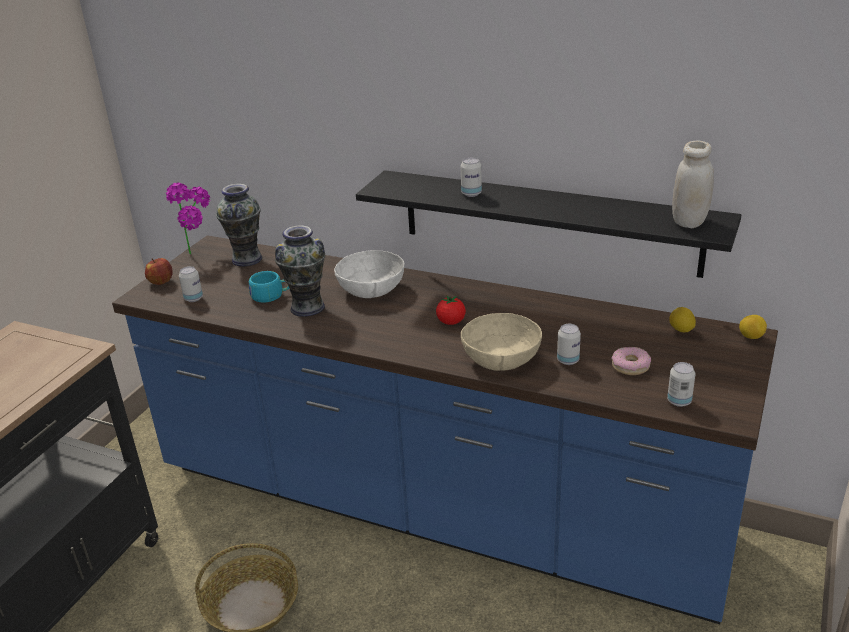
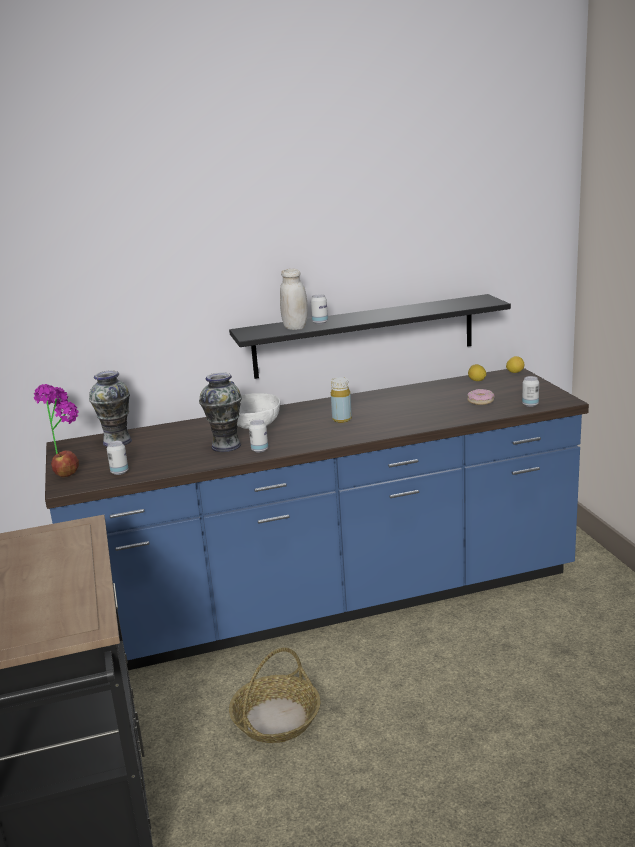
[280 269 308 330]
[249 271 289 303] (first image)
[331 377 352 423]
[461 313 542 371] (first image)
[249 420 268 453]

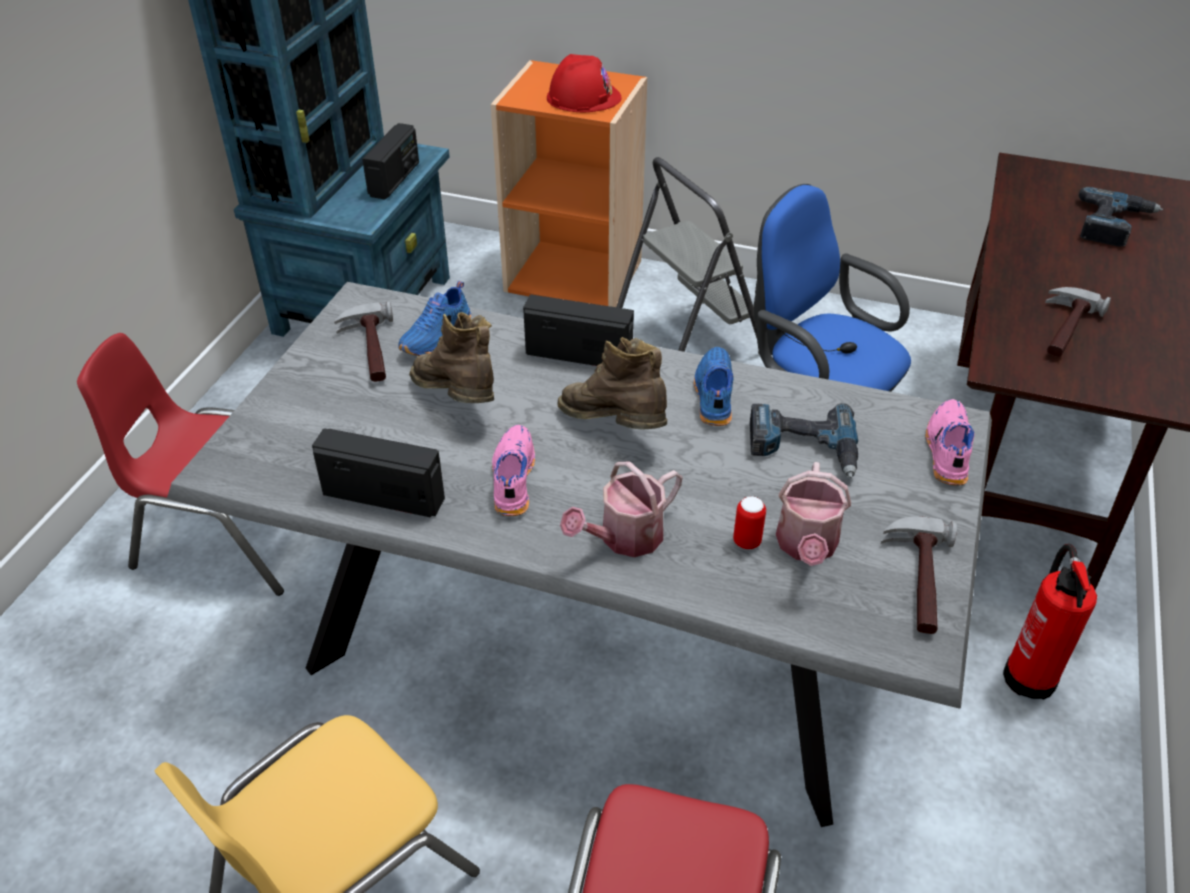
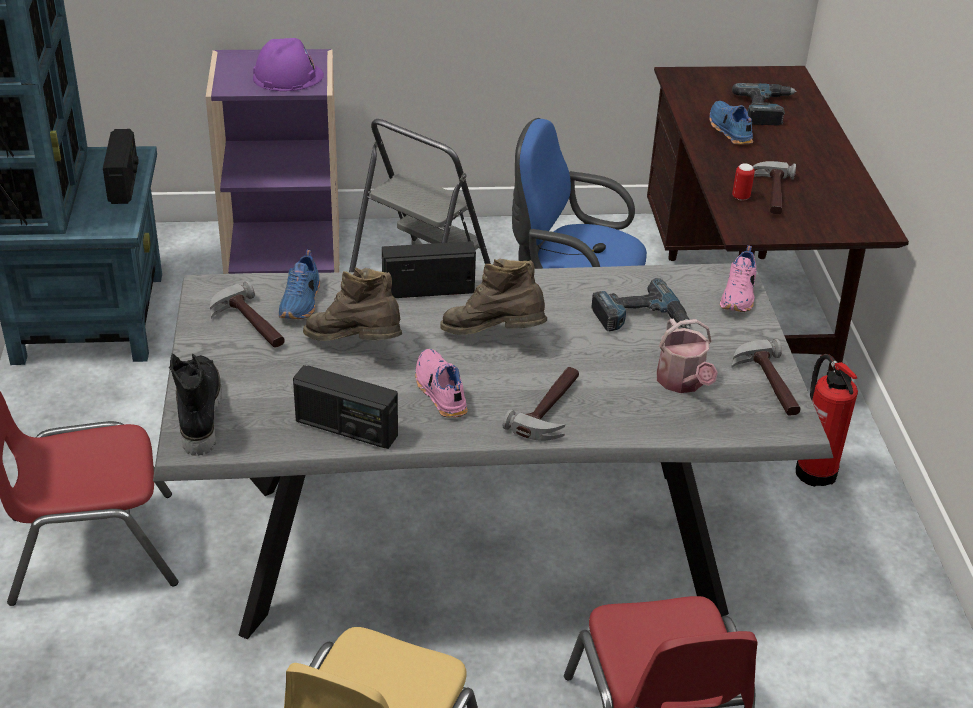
[253 38 324 91]
[206 49 340 274]
[709 101 753 145]
[720 245 756 312]
[293 365 398 449]
[503 367 579 441]
[732 163 755 200]
[169 354 222 456]

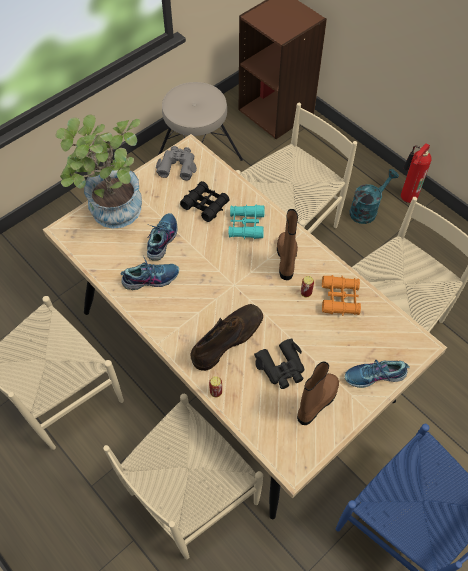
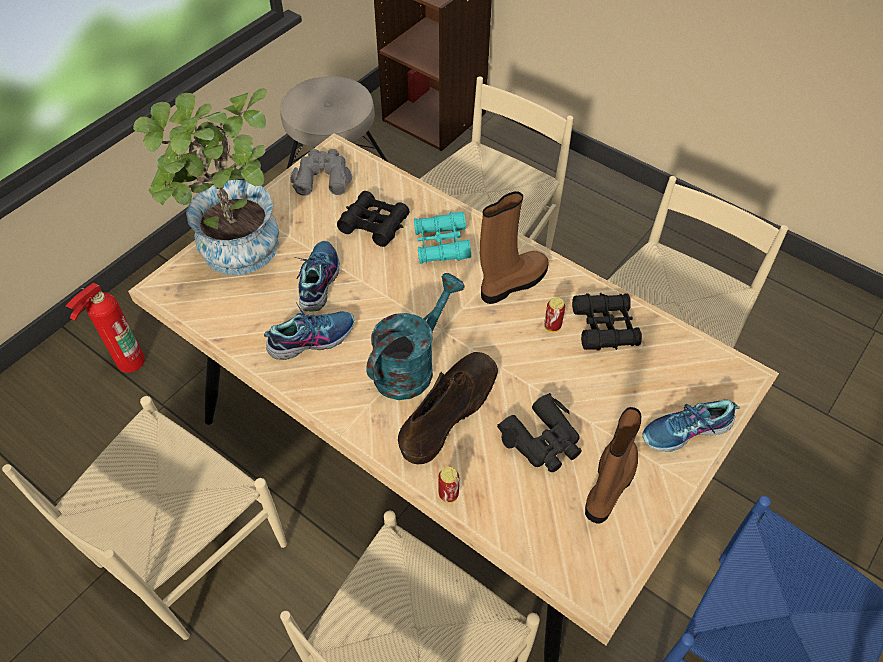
[66 283 145 373]
[366 273 465 400]
[480 191 549 304]
[572 293 642 351]

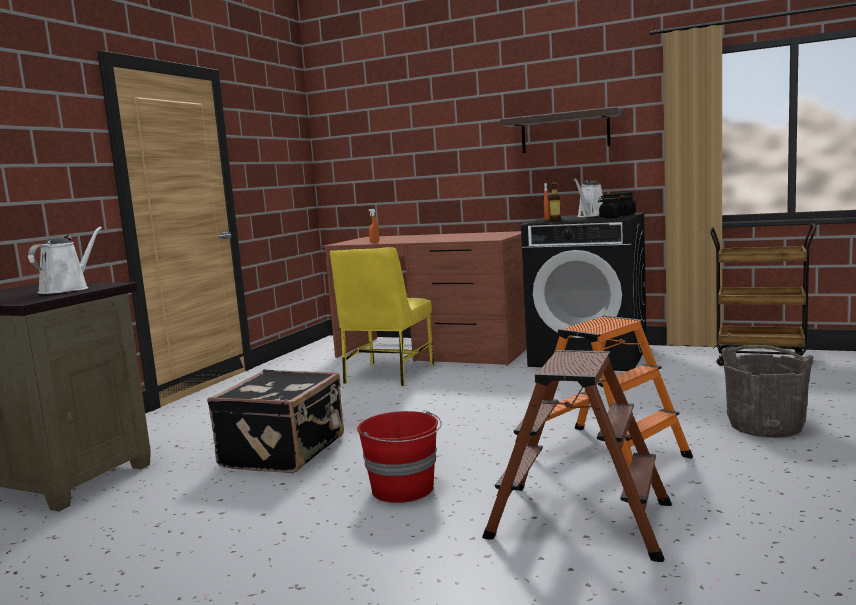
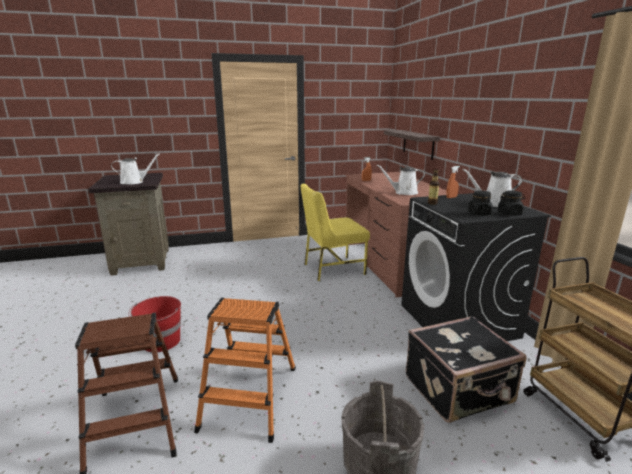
[384 130 440 160]
[406 316 526 423]
[377 165 425 195]

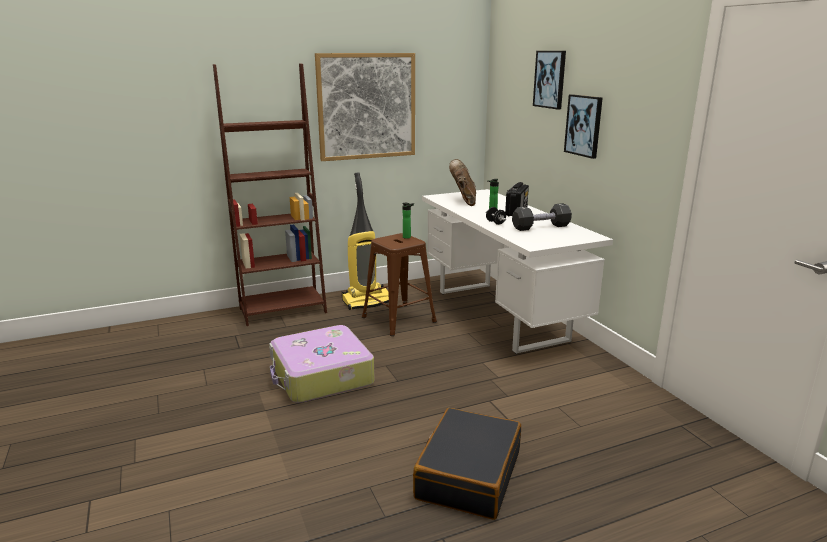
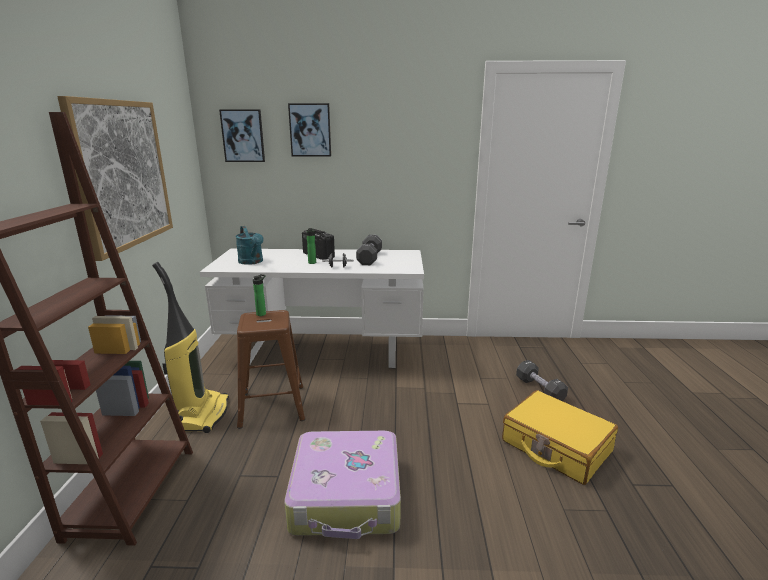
[219 110 265 162]
[235 226 264 265]
[502 390 618 485]
[516 360 568 401]

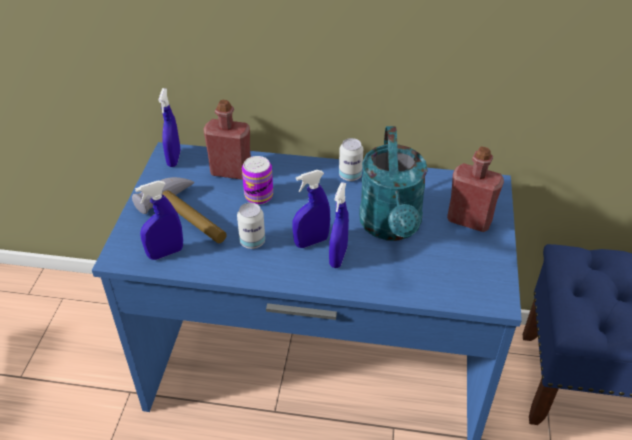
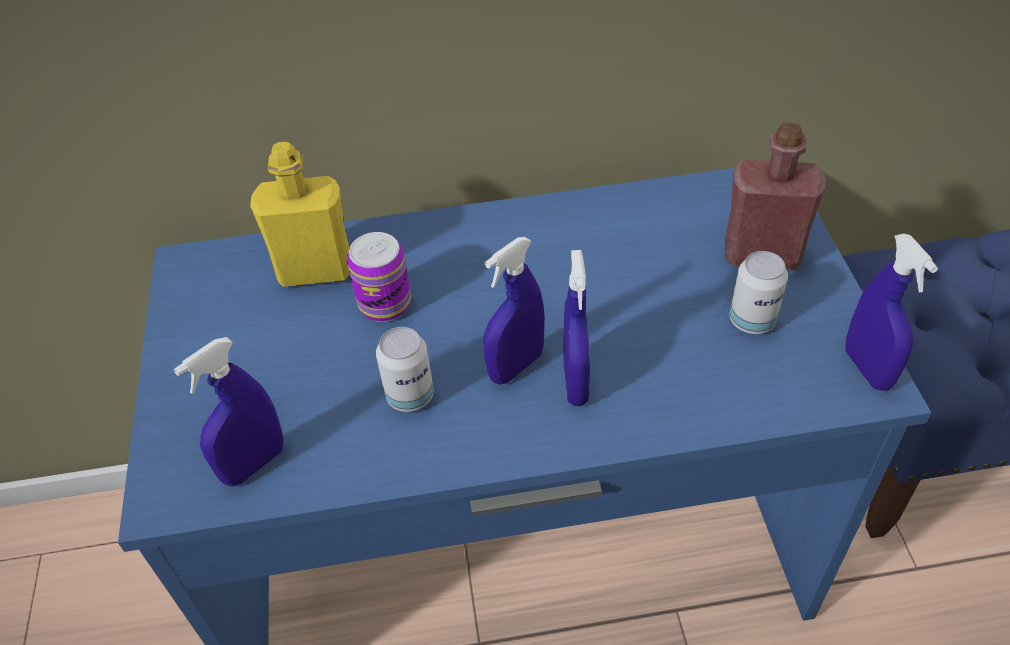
[845 233 938 391]
[250 142 350 287]
[359 126 428 241] (first image)
[729 251 788 334]
[132 177 227 243] (first image)

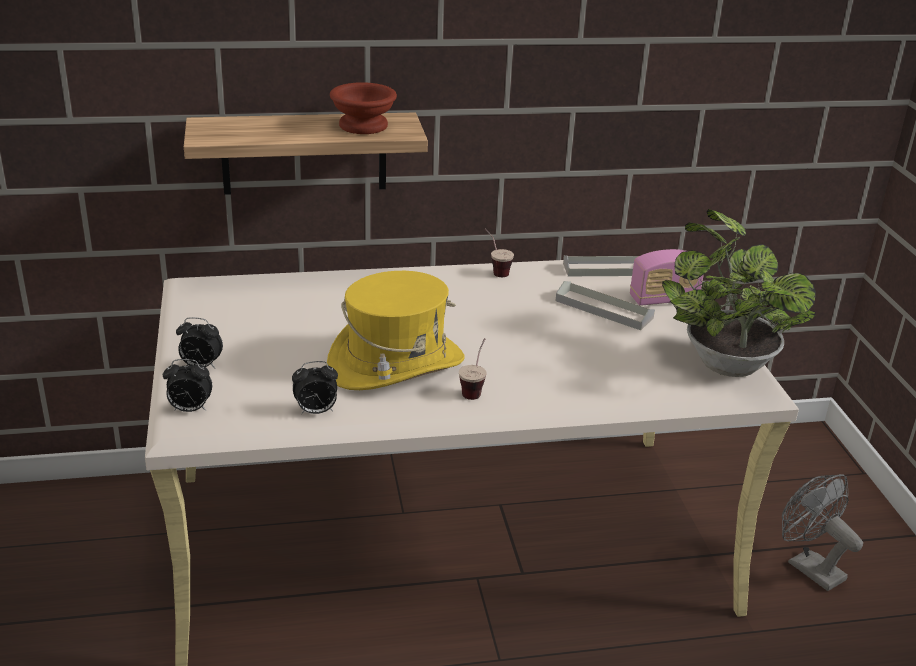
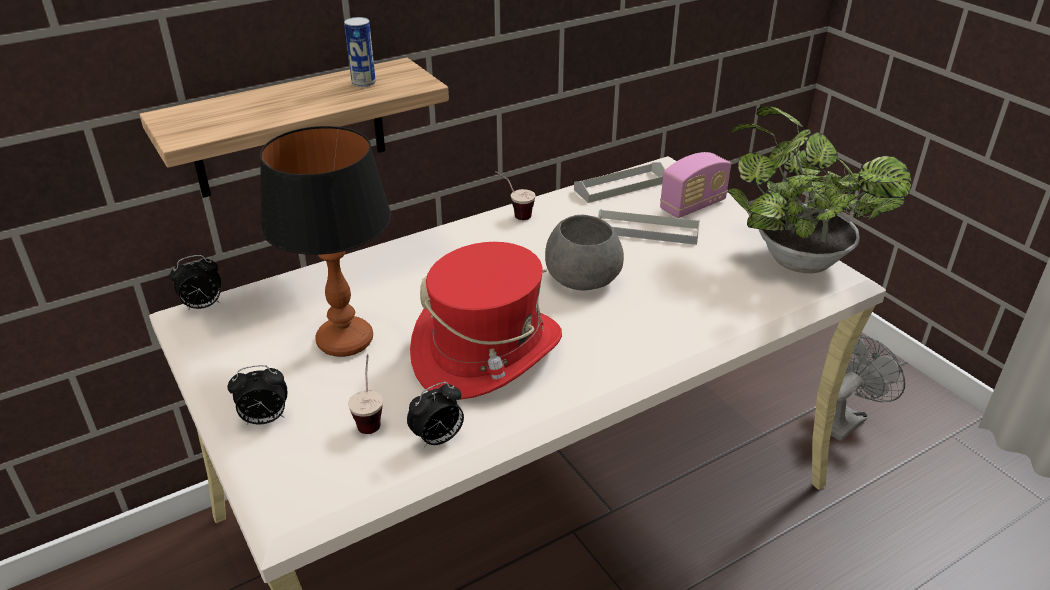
[344 17 376 87]
[410 242 562 400]
[348 354 383 434]
[170 255 221 311]
[831 334 905 441]
[260 126 391 357]
[545 215 624 291]

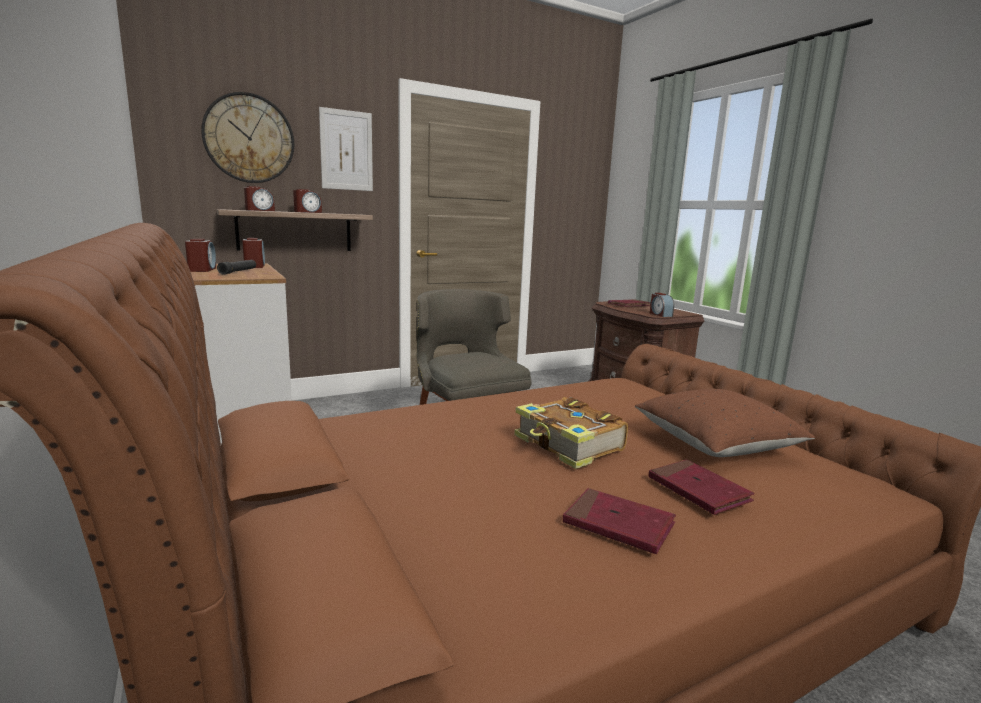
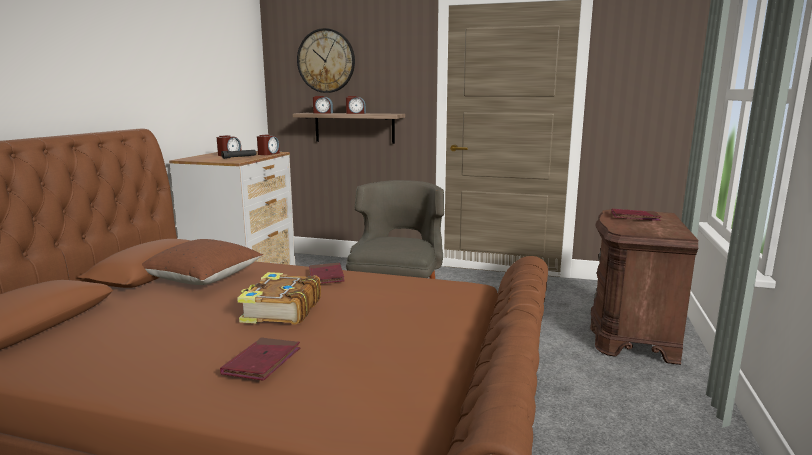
[319 107 373 191] (first image)
[650 293 674 317] (first image)
[142 239 263 285]
[309 263 345 284]

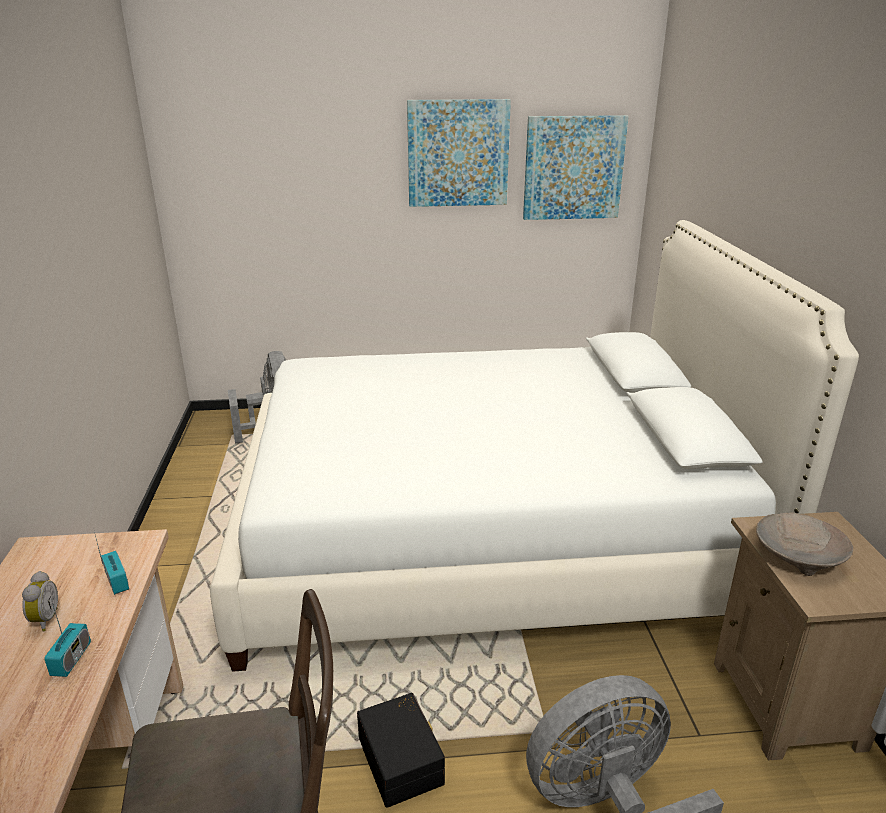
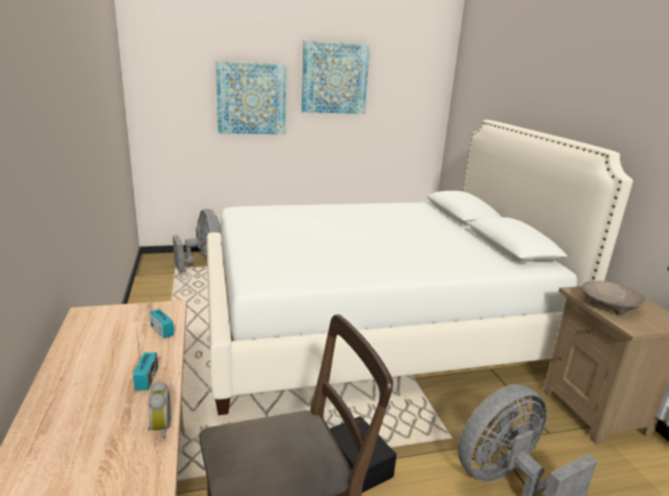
[216 61 286 134]
[147 381 170 439]

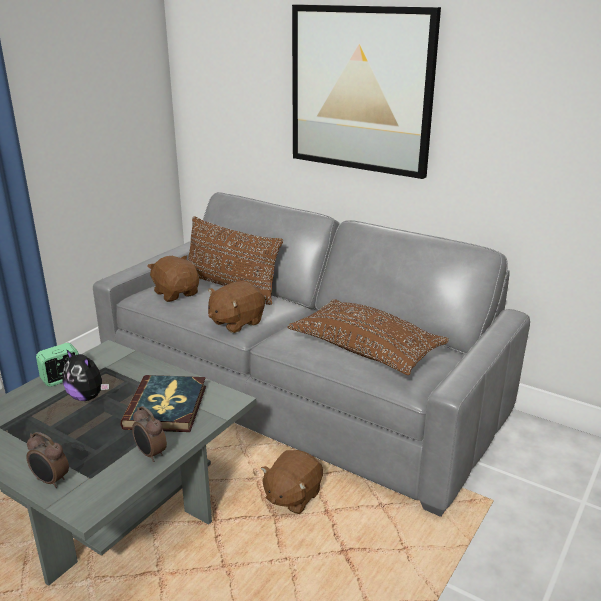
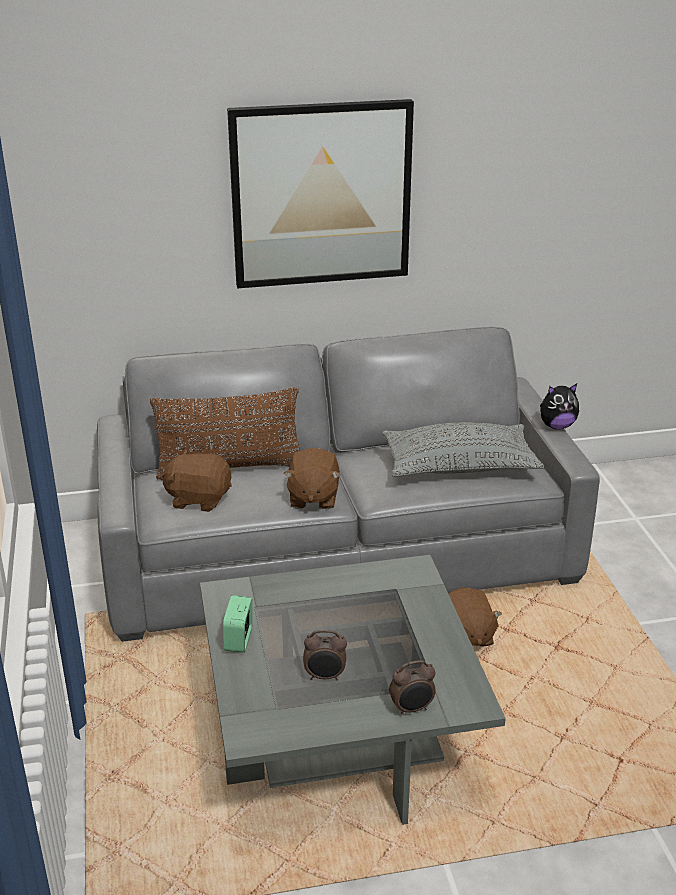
[382 422 544 477]
[540 383 579 430]
[120 375 206 432] (first image)
[303 630 347 681]

